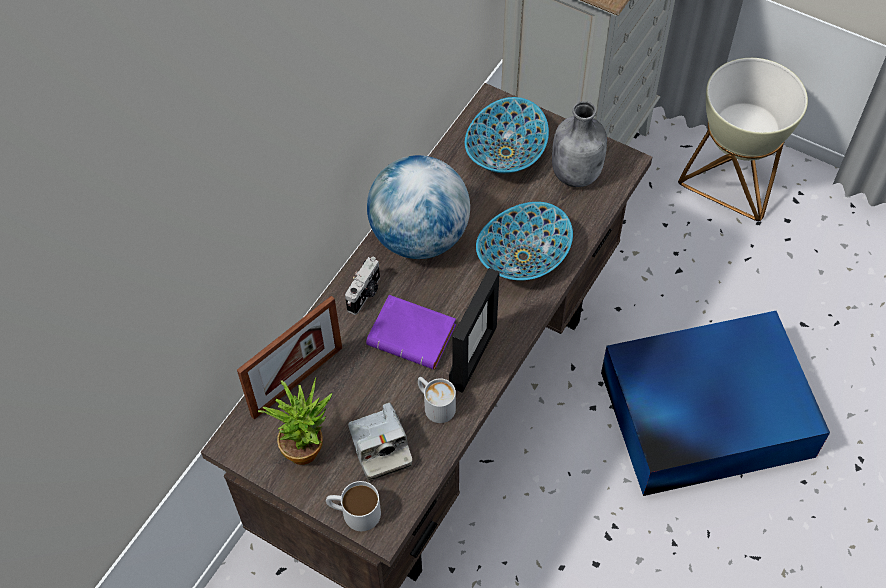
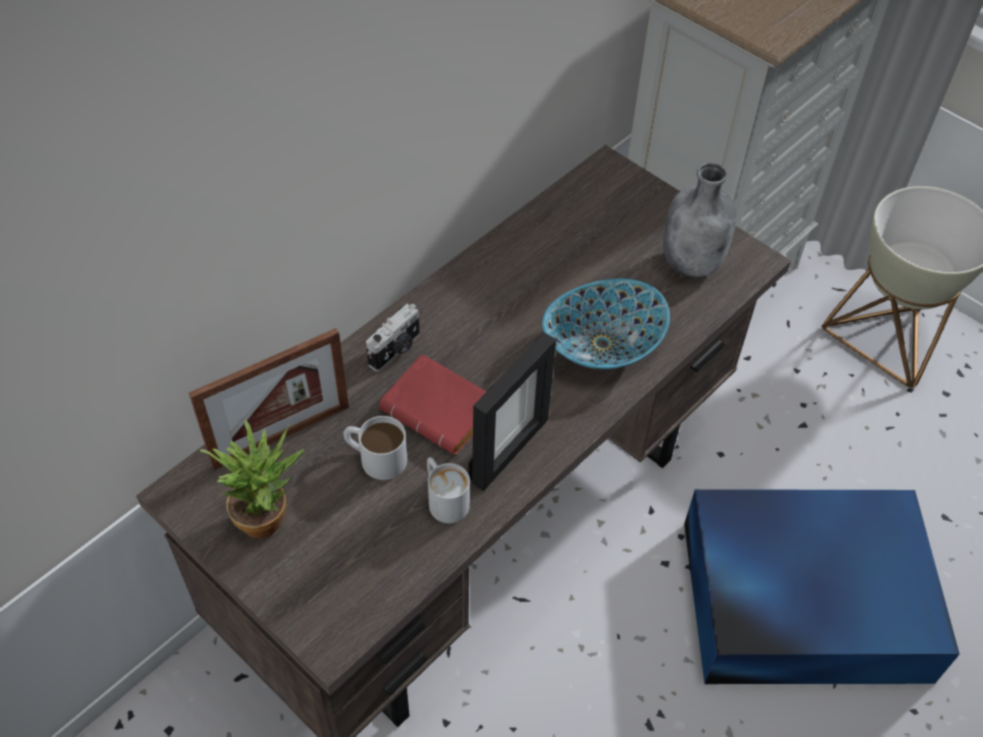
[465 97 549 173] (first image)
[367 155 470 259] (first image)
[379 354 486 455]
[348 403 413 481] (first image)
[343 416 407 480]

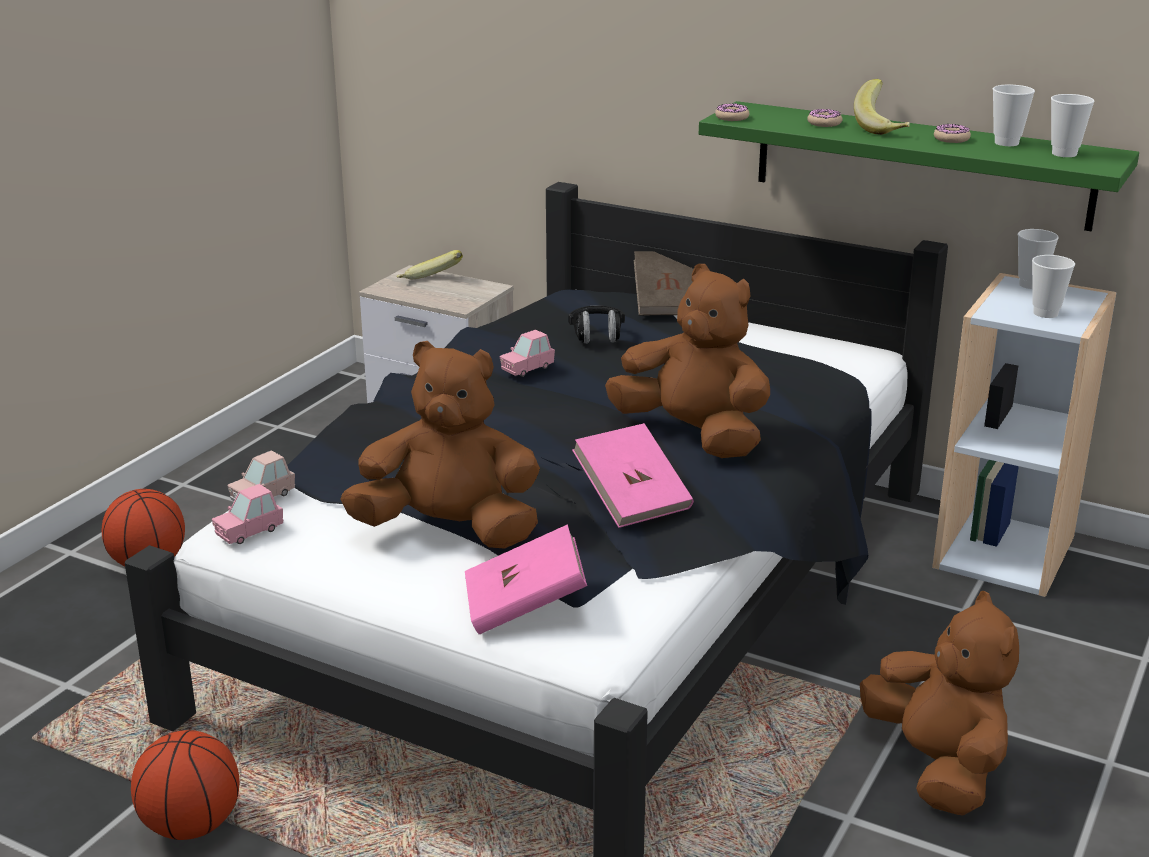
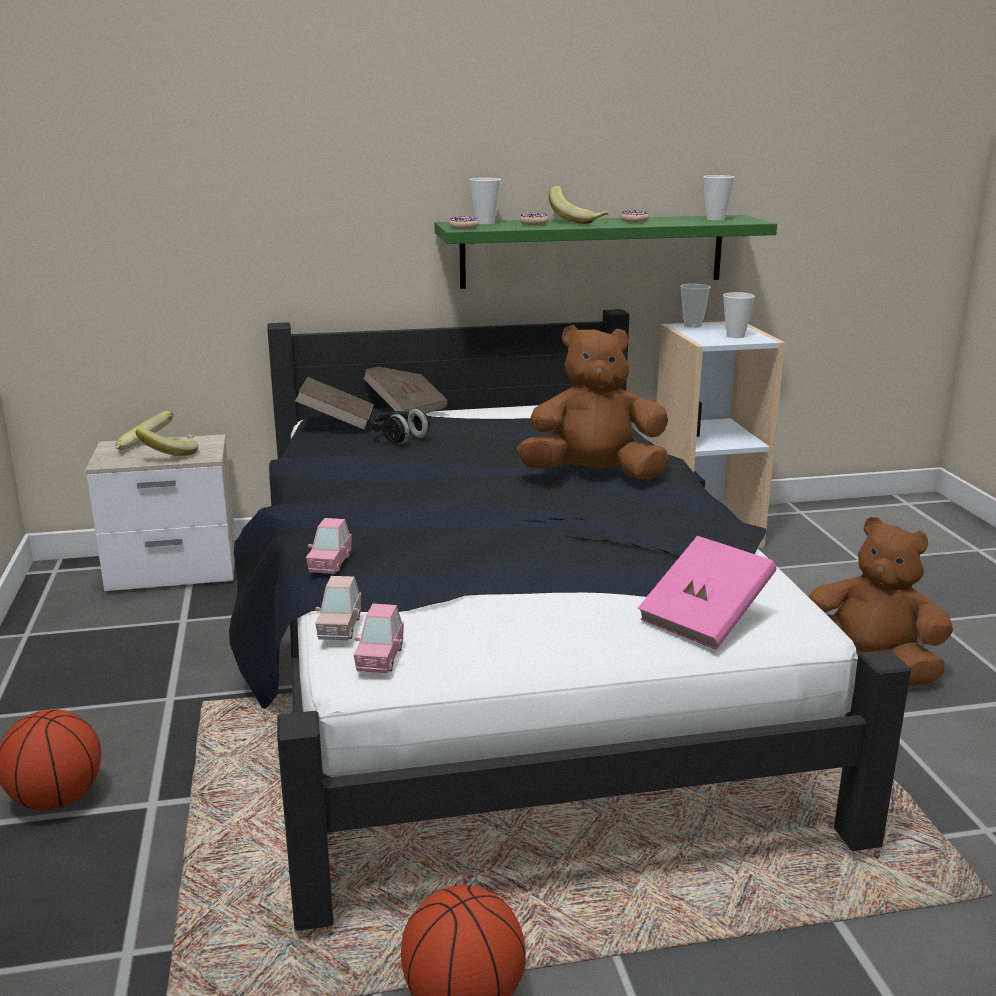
[469 178 501 224]
[306 518 352 574]
[341 341 540 549] (first image)
[572 423 694 528] (first image)
[295 377 374 430]
[135 428 198 456]

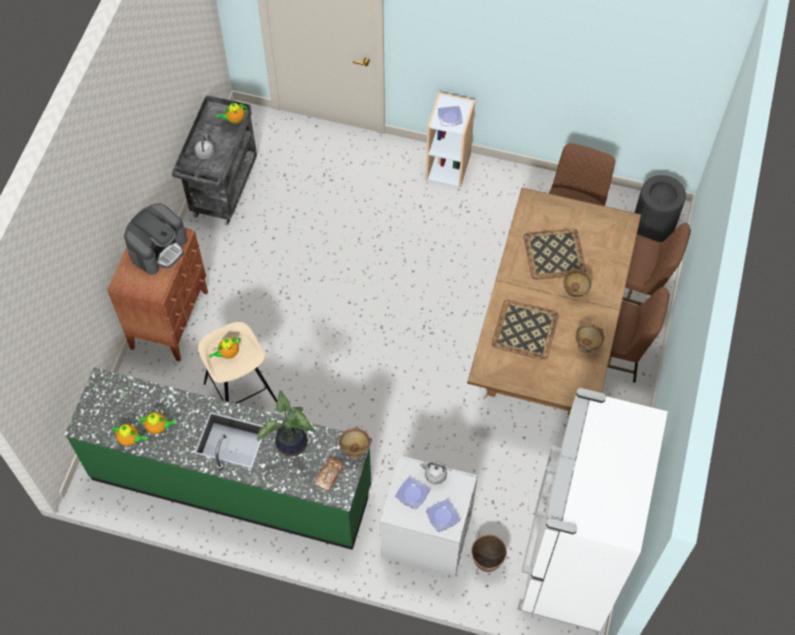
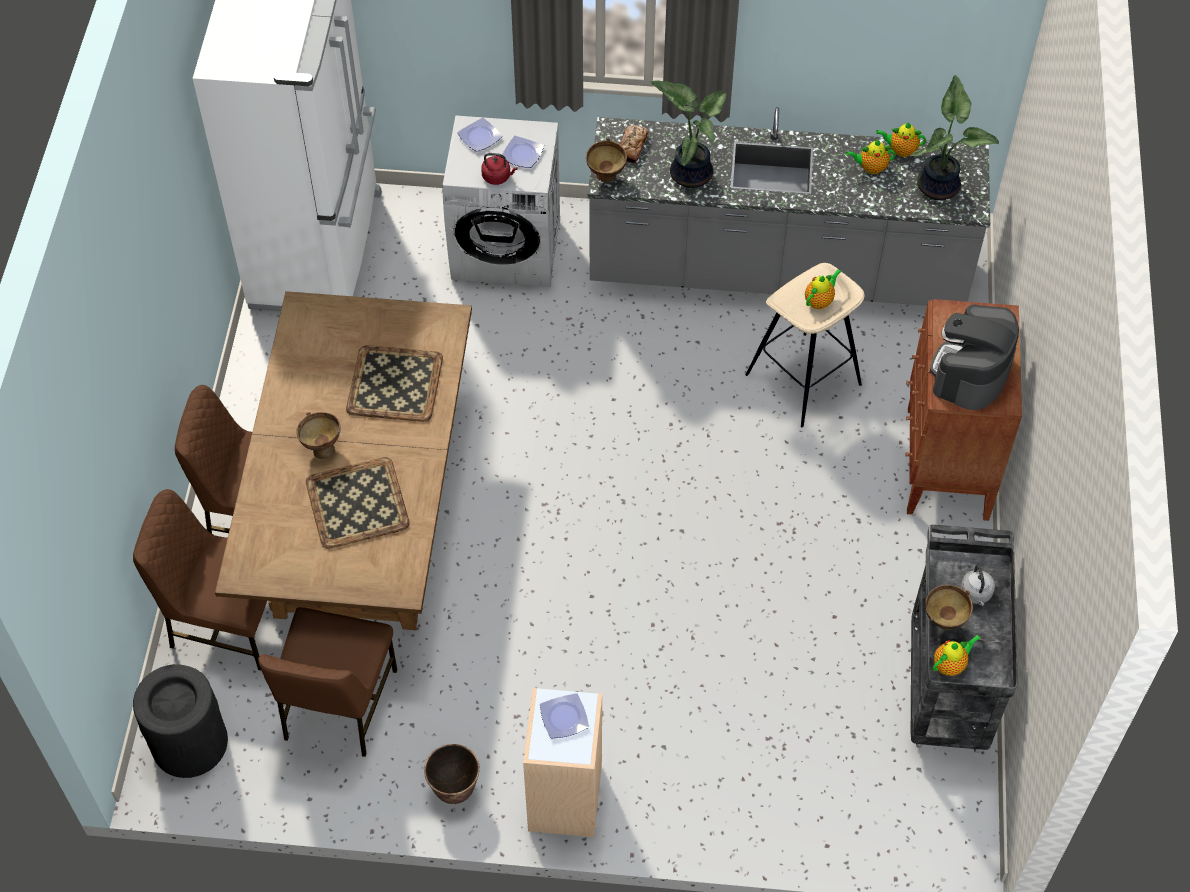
[925 585 973 630]
[588 107 990 306]
[481 153 517 185]
[424 744 480 804]
[912 75 999 200]

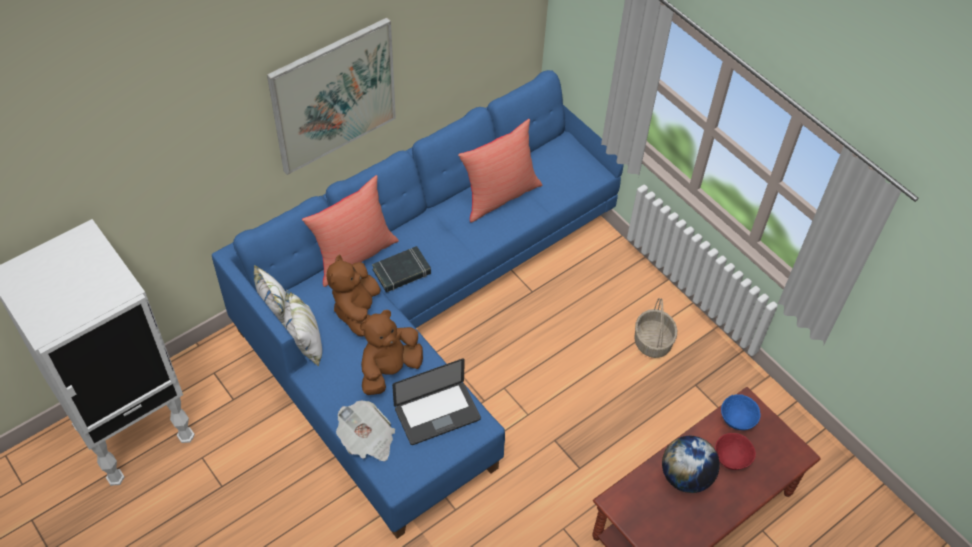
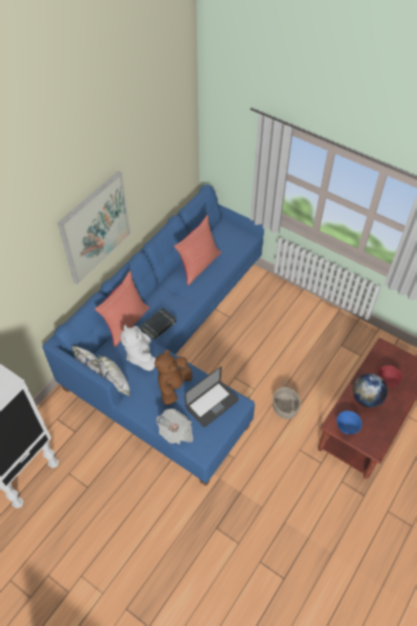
[120 324 156 371]
[273 382 301 419]
[337 411 362 434]

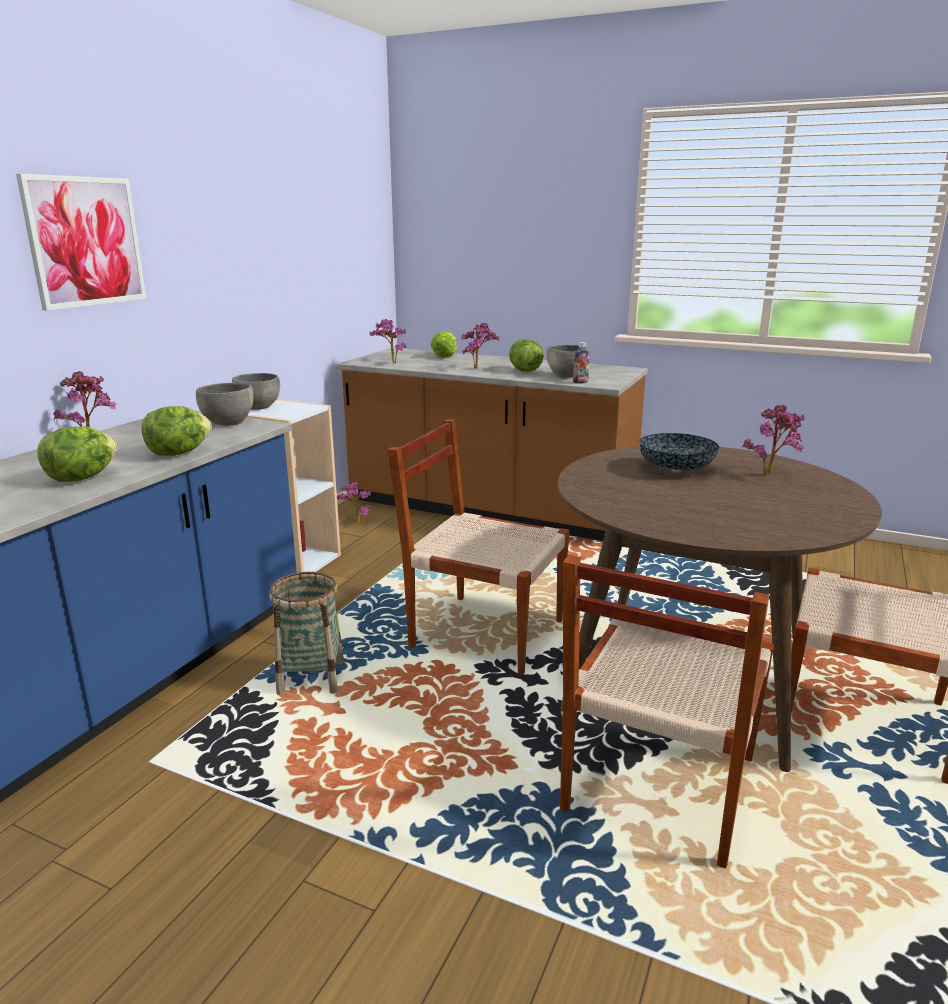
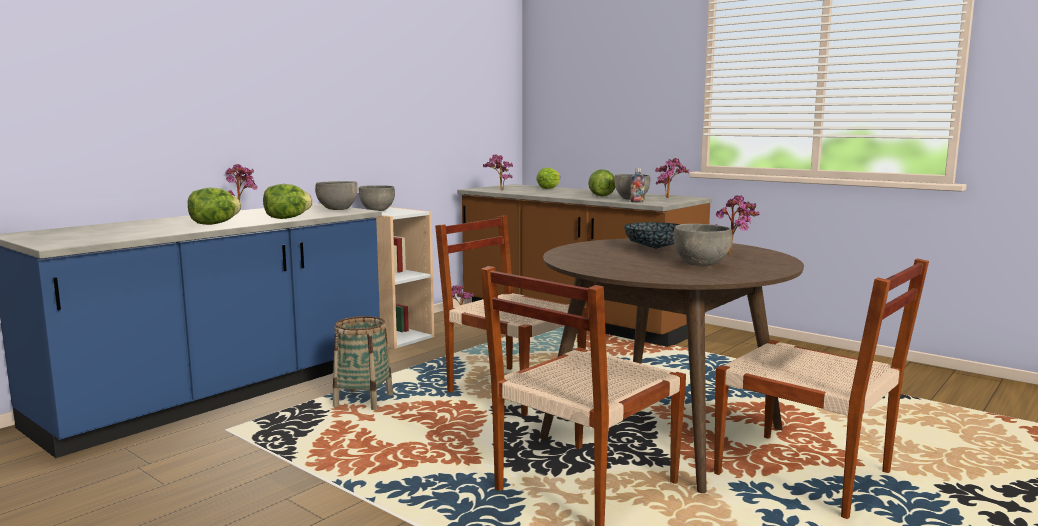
[16 174 146 311] (first image)
[655 158 689 198]
[673 224 733 266]

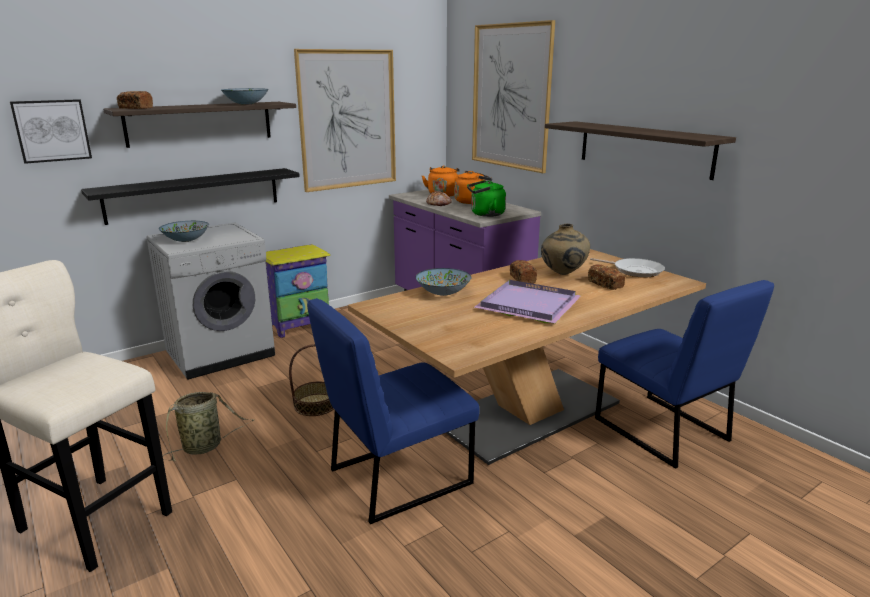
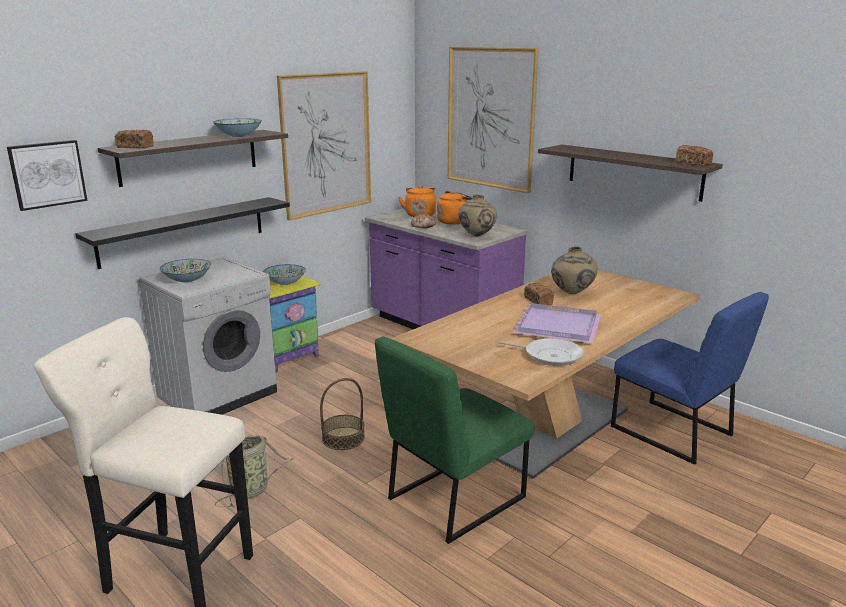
[458 194 497 236]
[497 338 584 366]
[676 145 713 165]
[263 264 306 285]
[375 336 534 544]

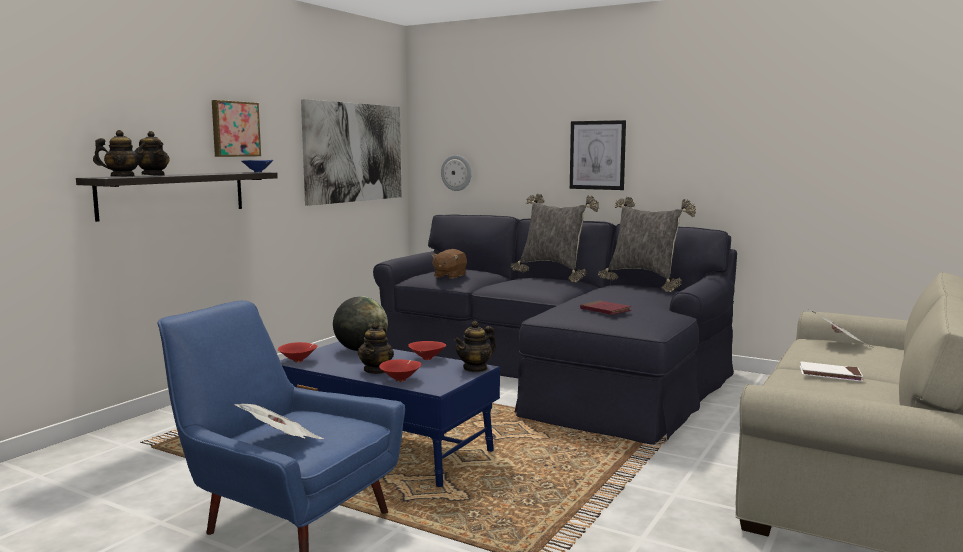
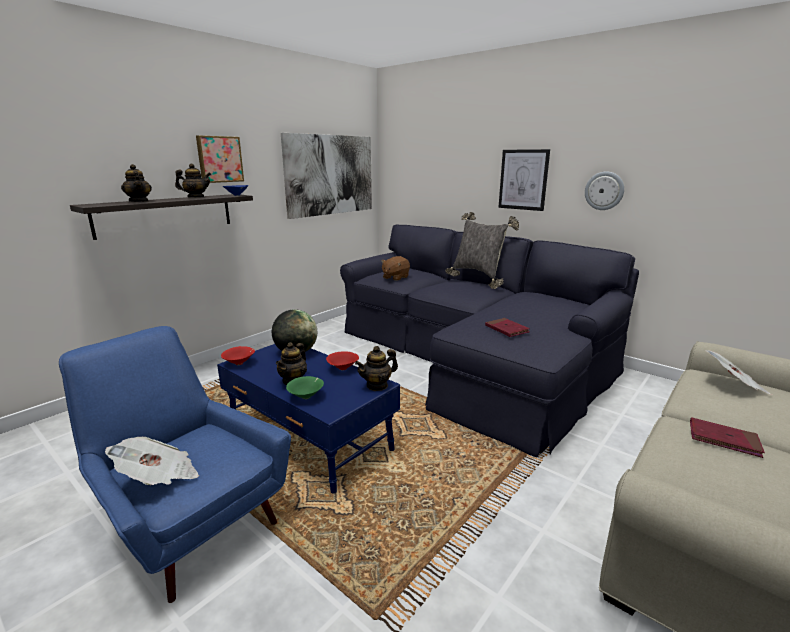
[175 163 211 197]
[585 171 624 210]
[598 197 696 292] (first image)
[286 376 324 399]
[690 417 765 458]

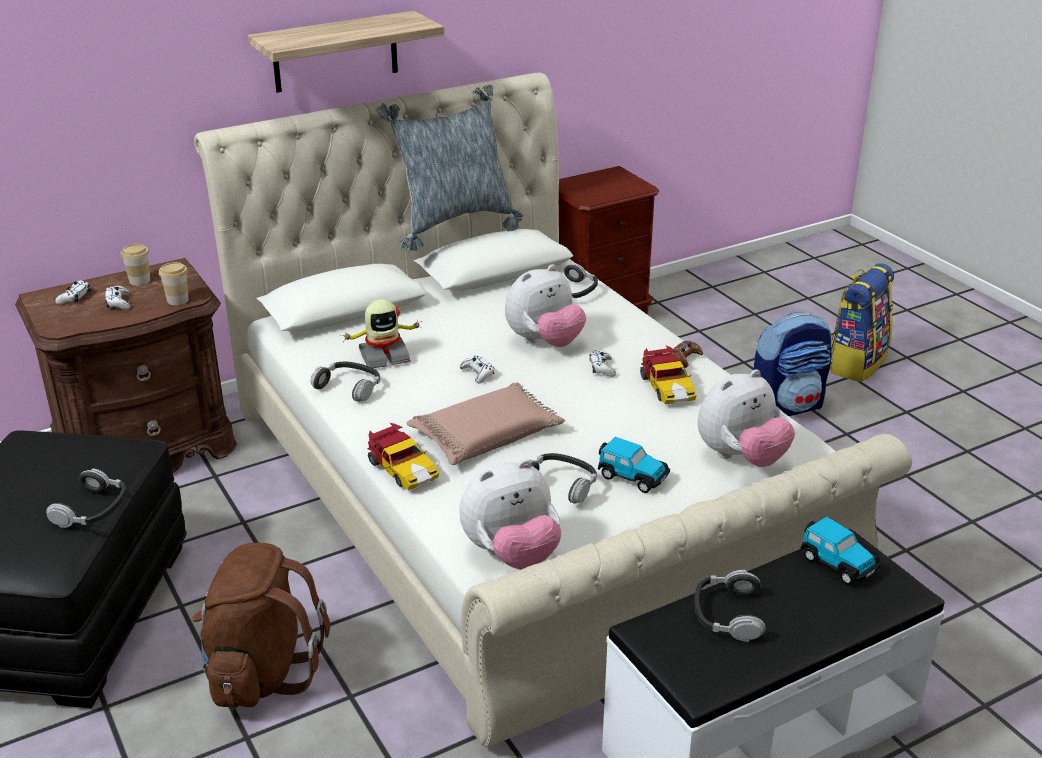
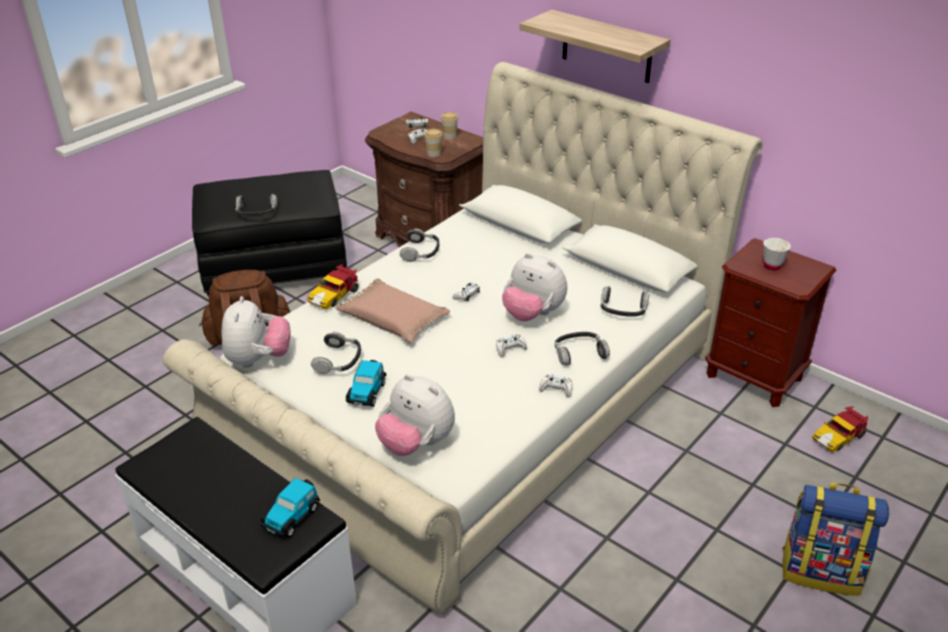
[376 85 522 252] (first image)
[342 299 423 368] (first image)
[754 313 832 416] (first image)
[539 374 573 397]
[812 407 868 453]
[222 296 291 368]
[555 332 610 366]
[763 238 791 270]

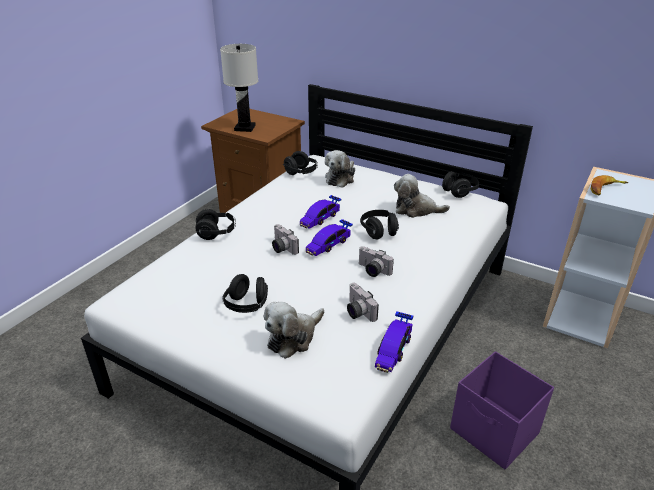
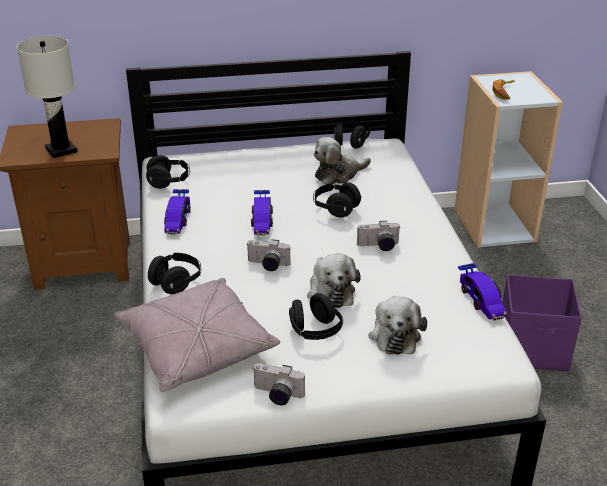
[307 253 361 308]
[164 189 191 235]
[252 363 305 405]
[114 278 280 392]

